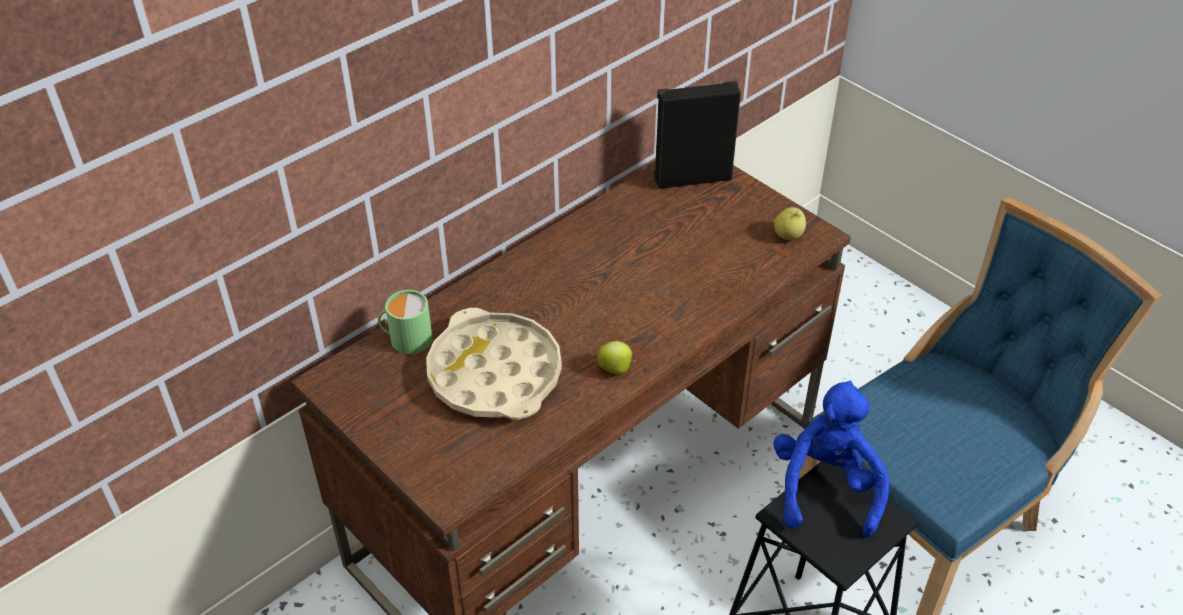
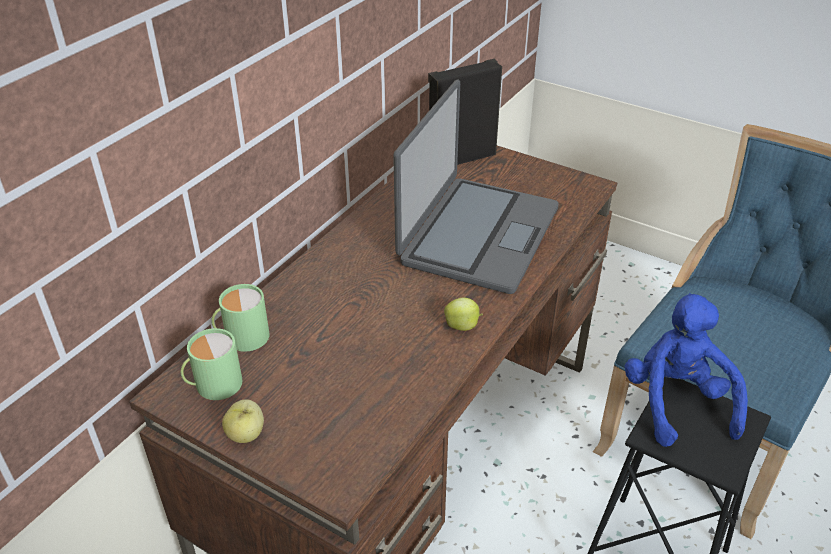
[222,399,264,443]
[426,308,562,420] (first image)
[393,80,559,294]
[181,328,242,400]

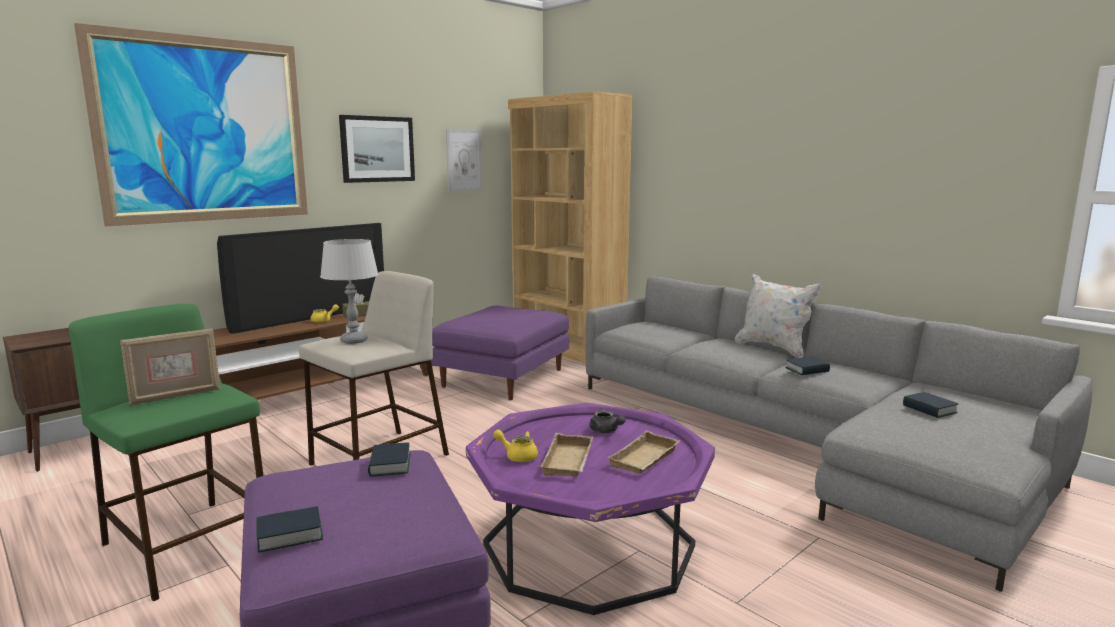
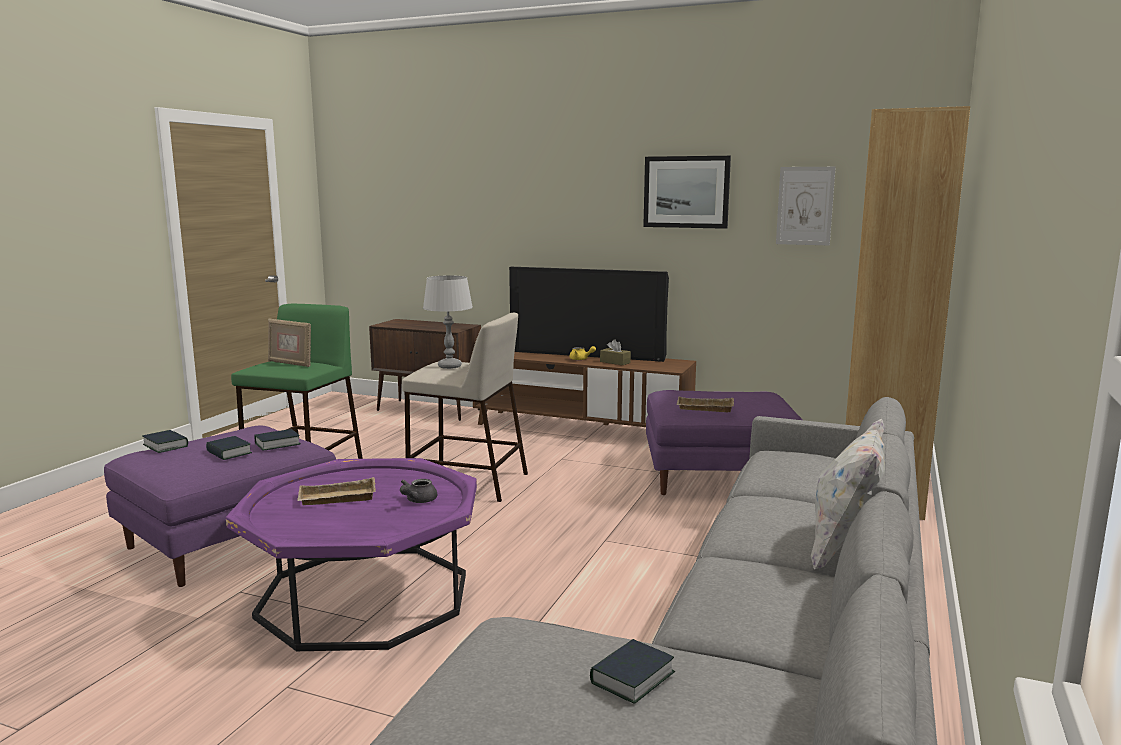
[74,23,308,226] (first image)
[206,436,252,460]
[493,430,538,462] (first image)
[677,397,734,412]

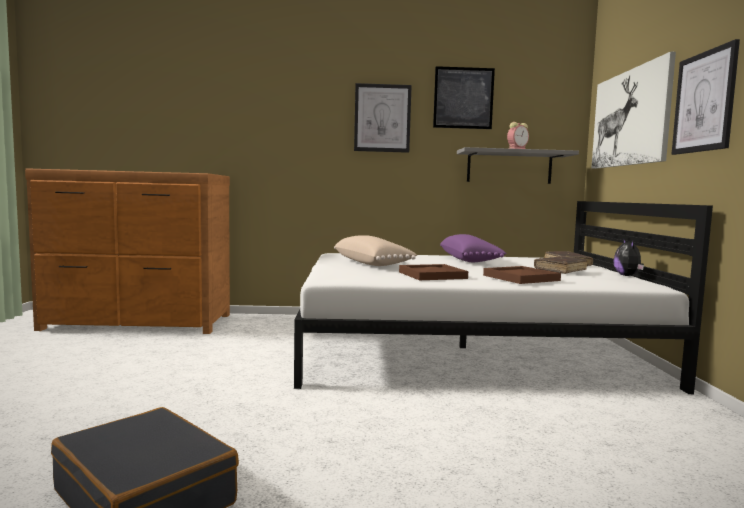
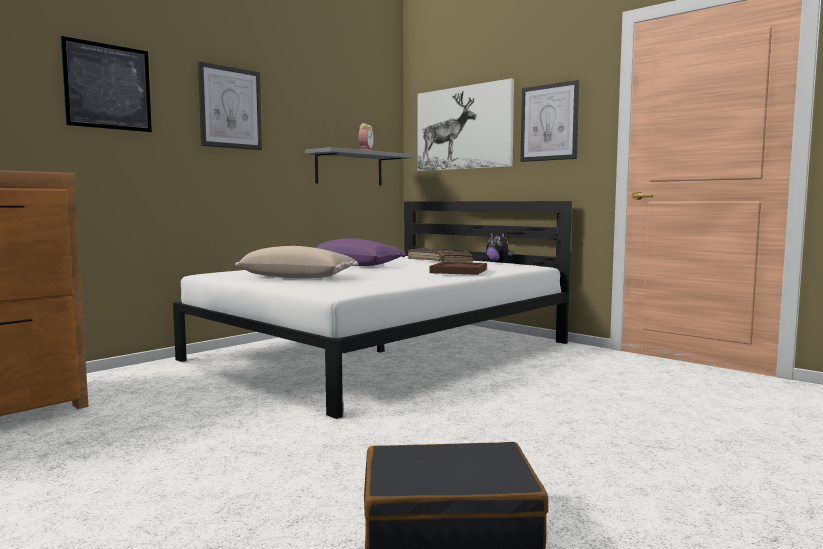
[61,36,152,132]
[399,264,468,280] (first image)

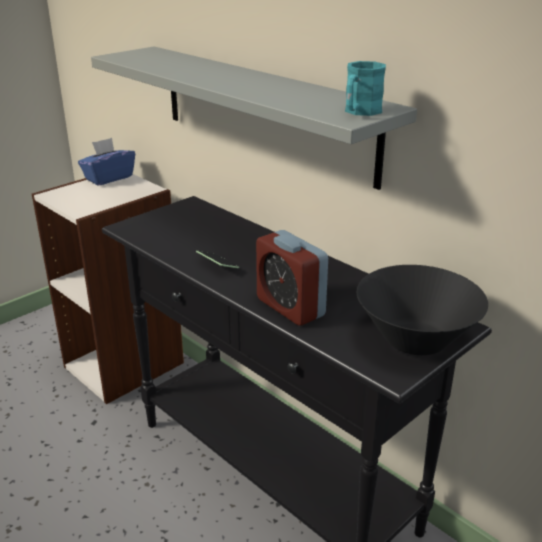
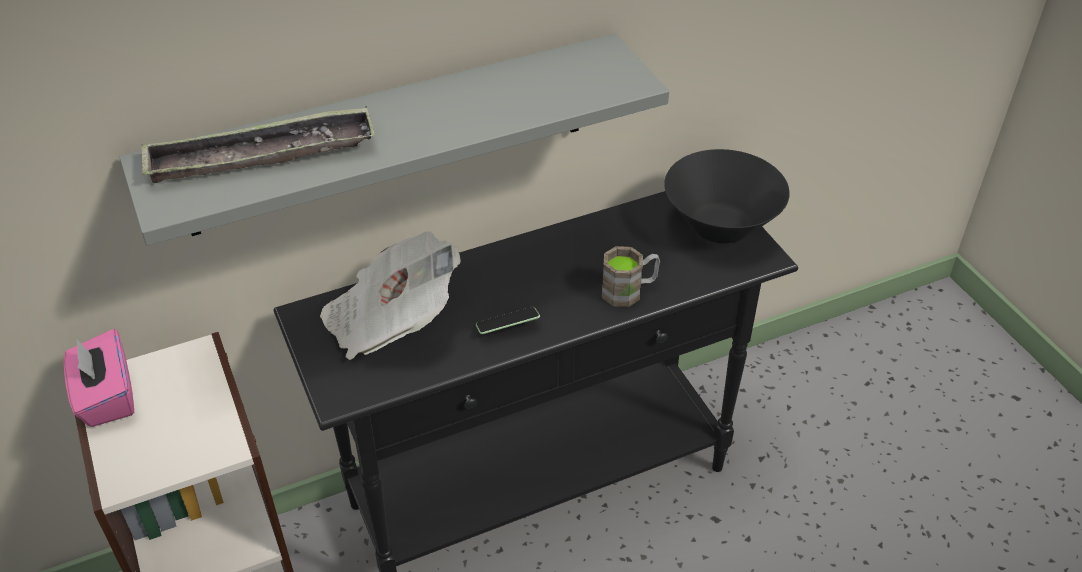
[345,61,386,116] (first image)
[64,329,134,427]
[602,246,660,307]
[142,106,375,183]
[320,231,461,360]

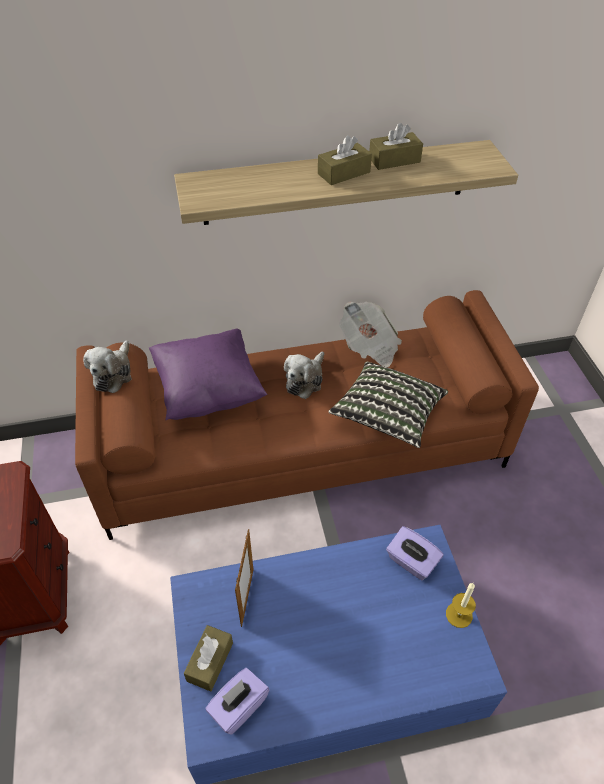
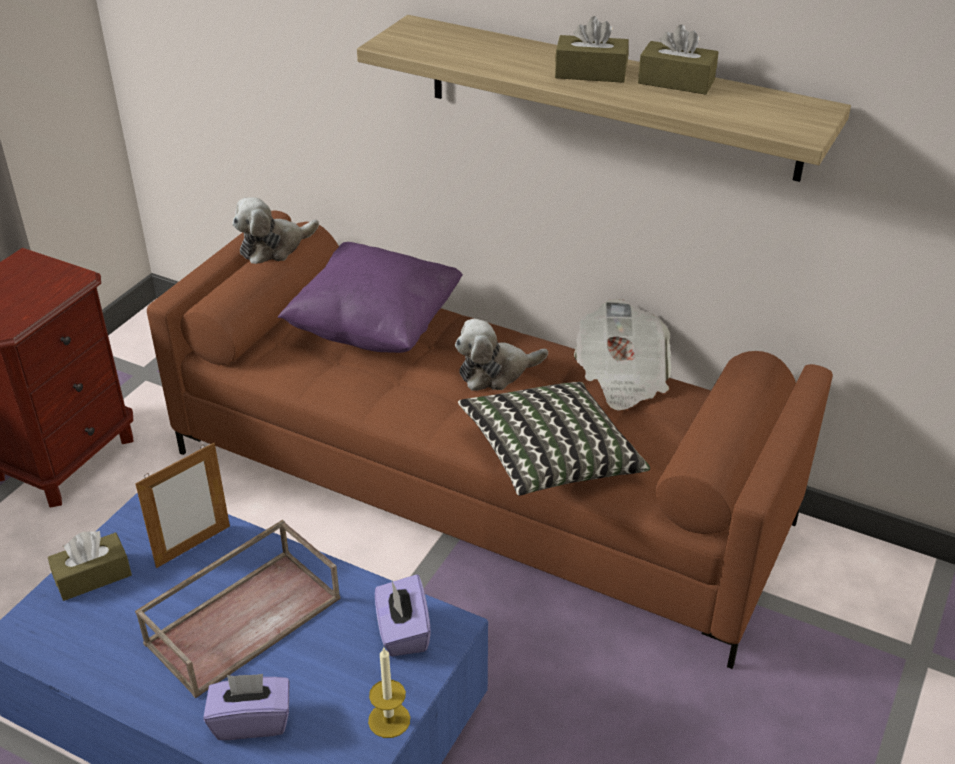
[203,674,289,740]
[135,520,341,698]

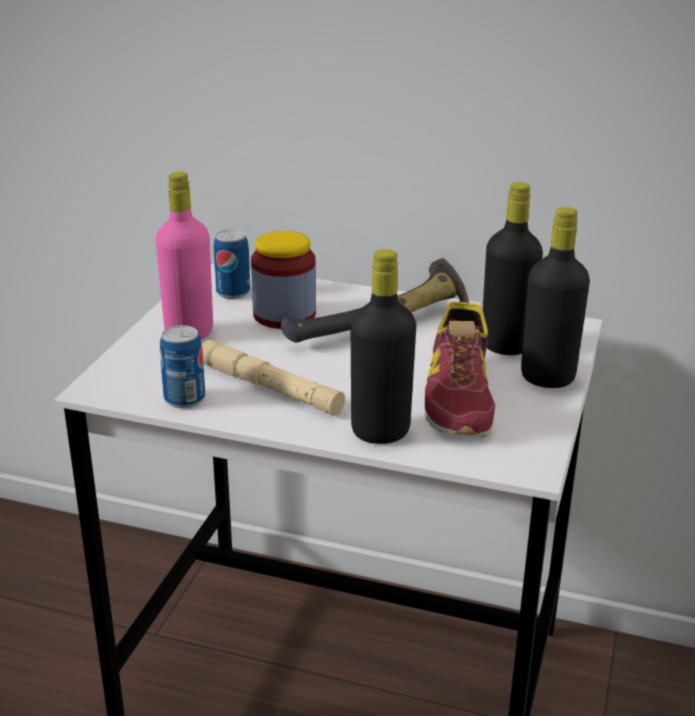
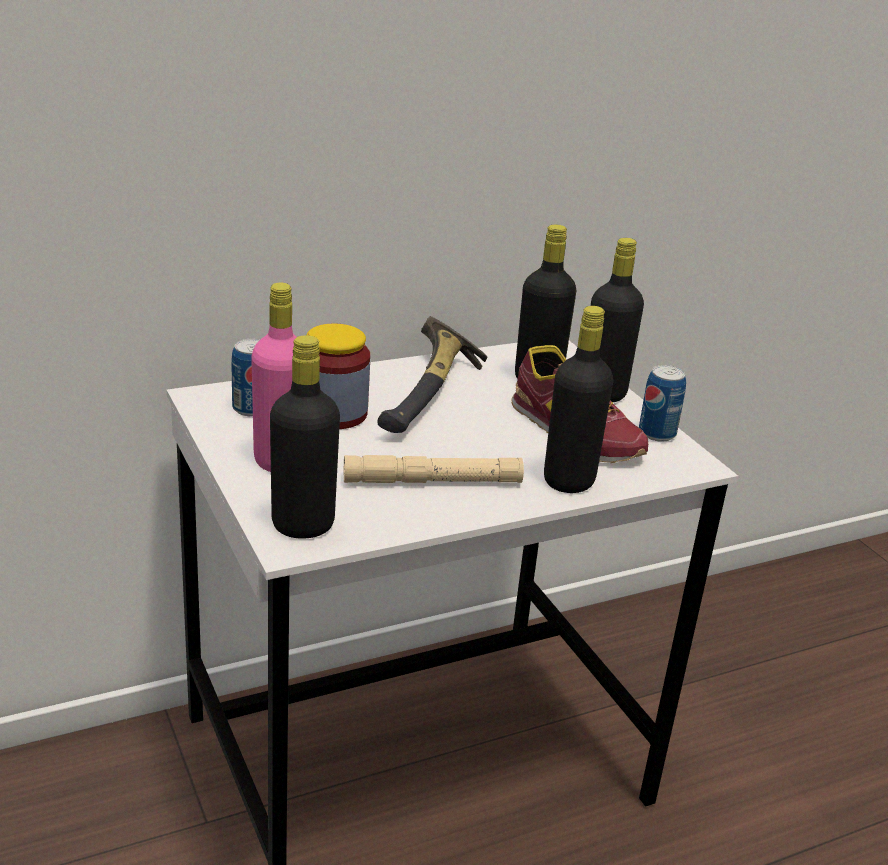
[639,365,686,442]
[270,335,340,538]

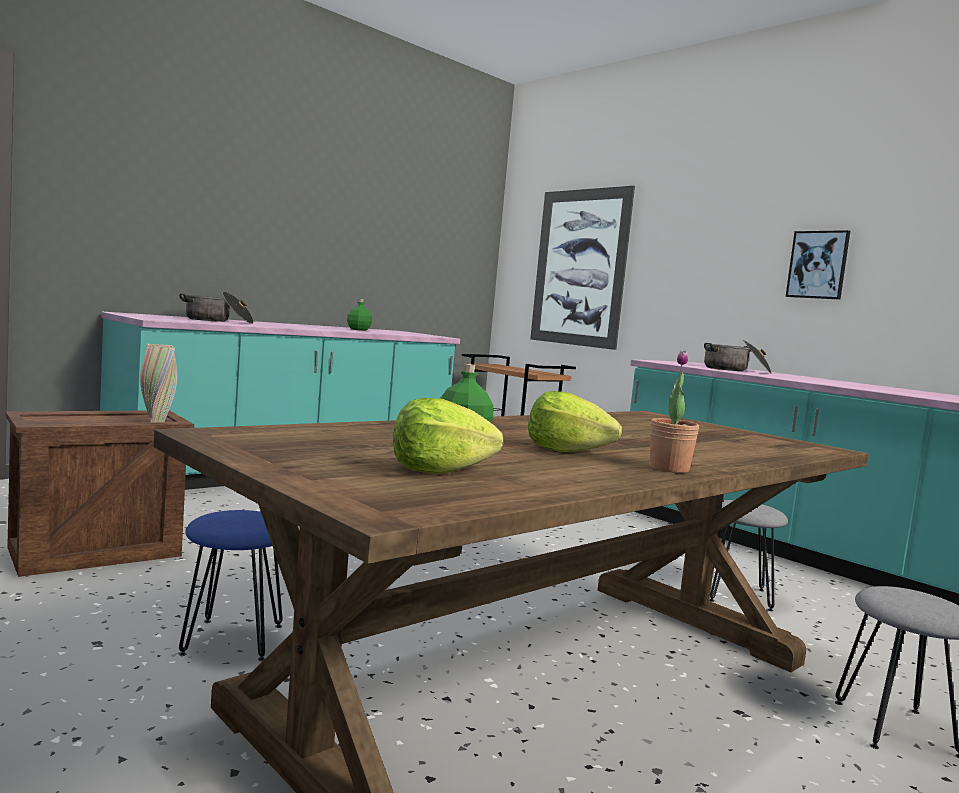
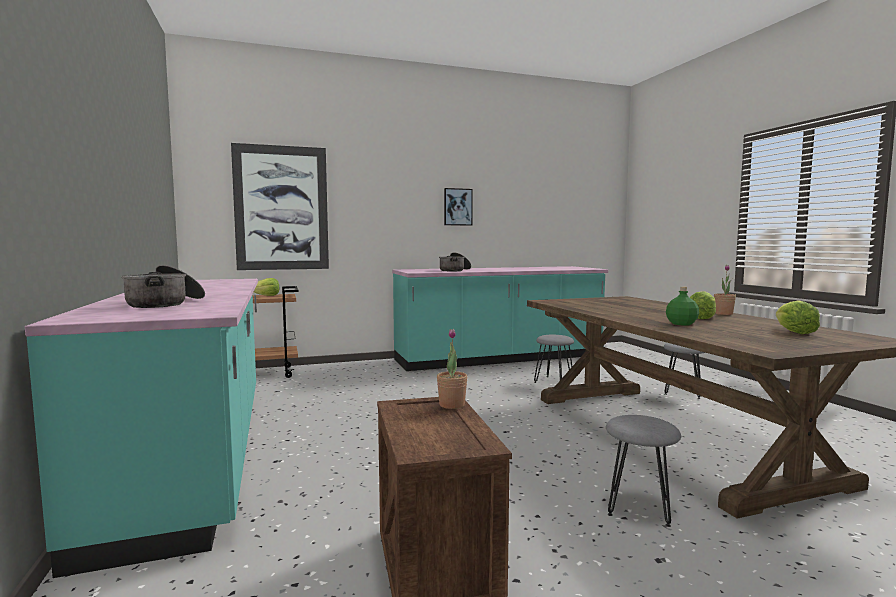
[347,299,372,331] (first image)
[437,329,468,409]
[606,415,681,527]
[254,278,279,296]

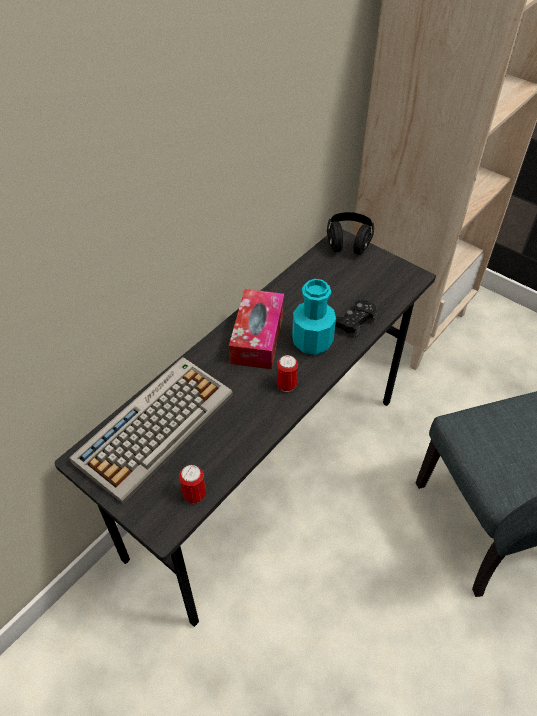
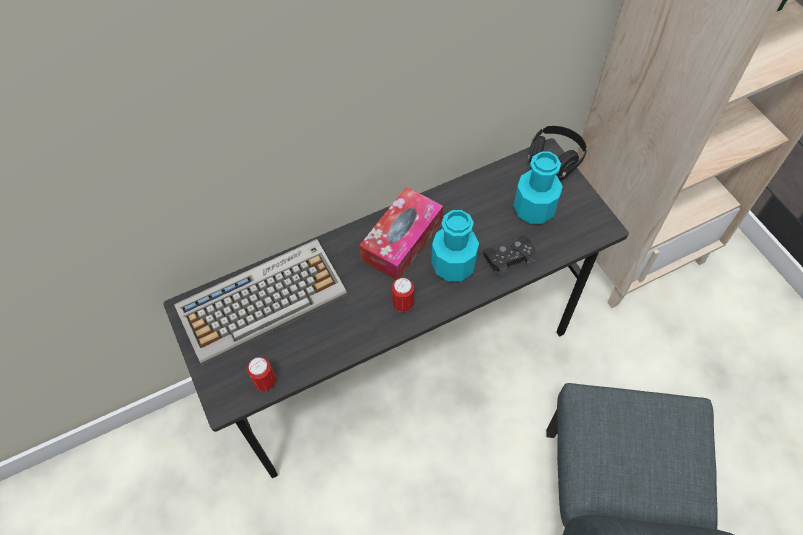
[514,151,563,224]

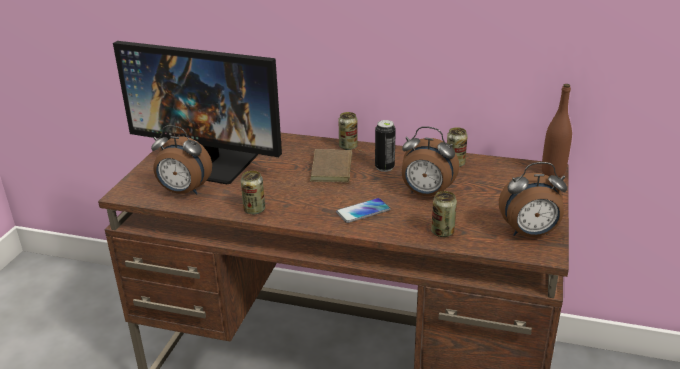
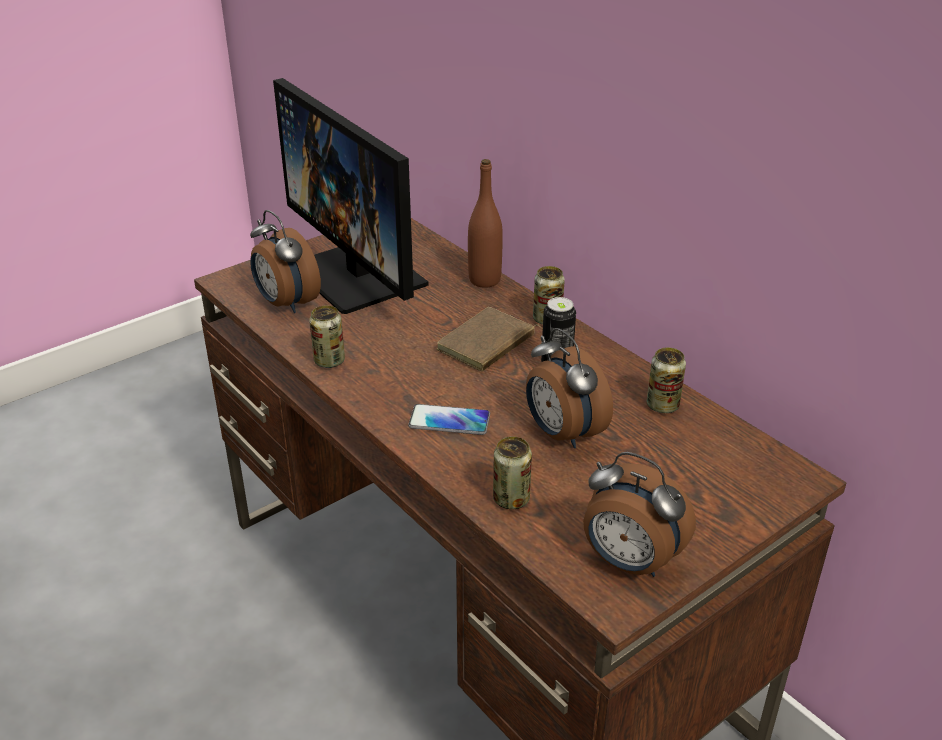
[468,159,503,288]

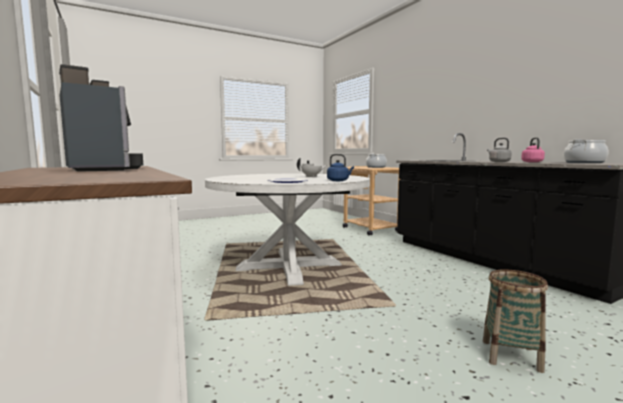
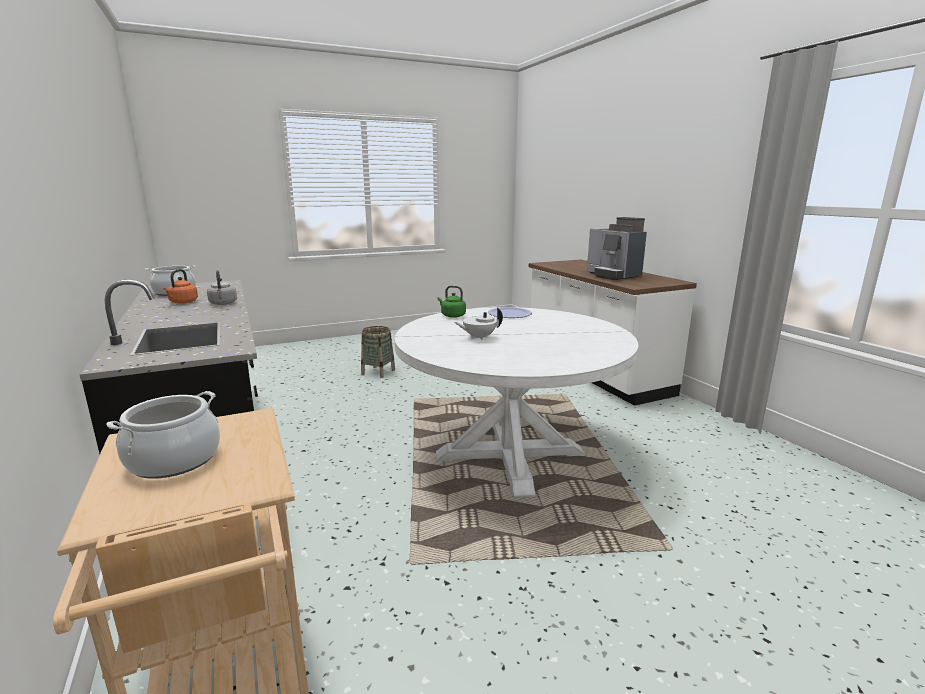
[163,269,198,304]
[437,286,466,318]

